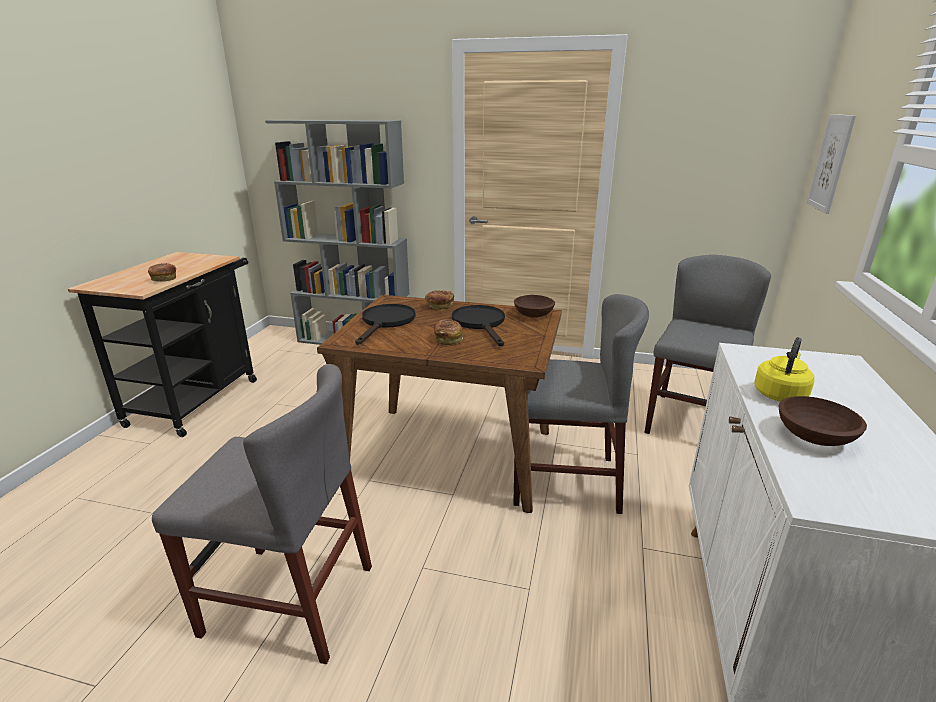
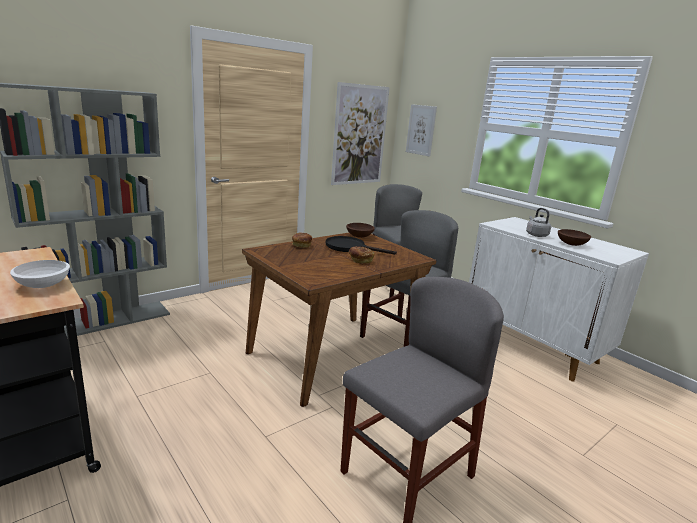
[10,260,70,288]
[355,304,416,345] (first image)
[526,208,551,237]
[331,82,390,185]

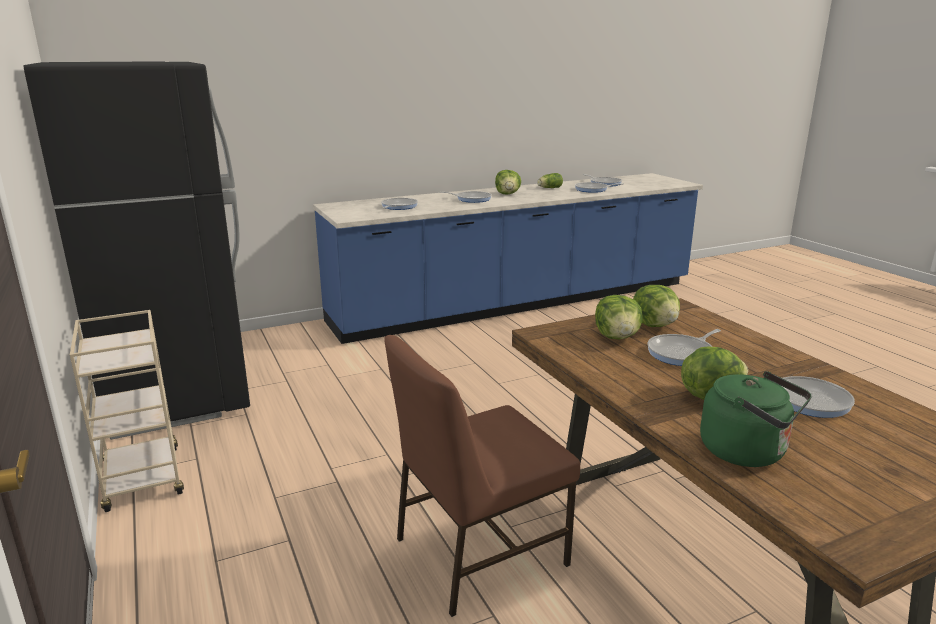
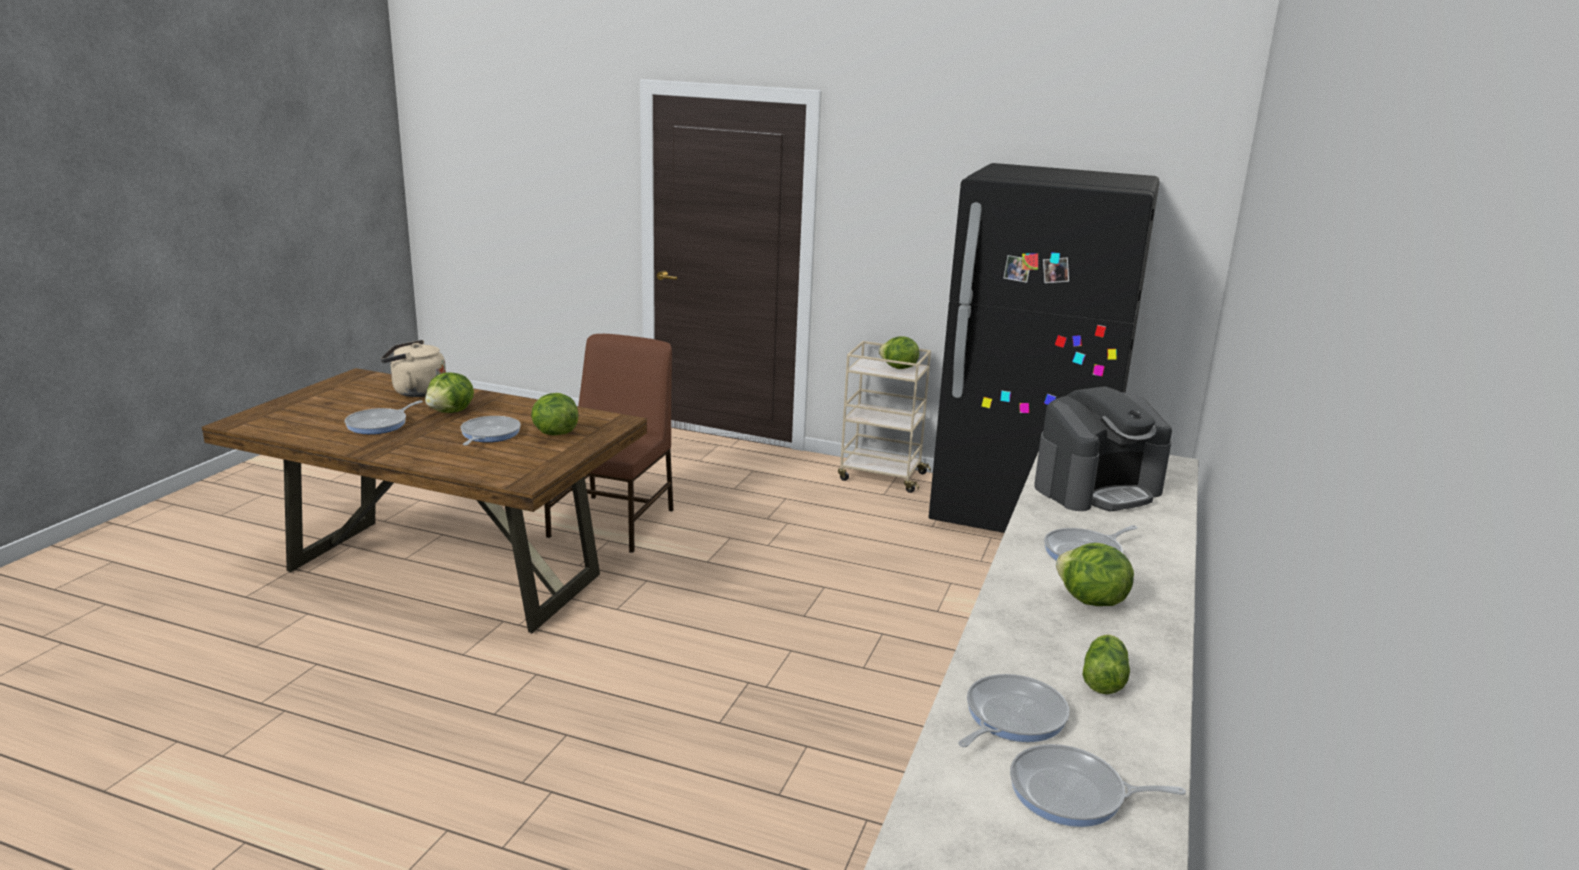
[1034,386,1172,511]
[879,336,919,369]
[381,340,446,397]

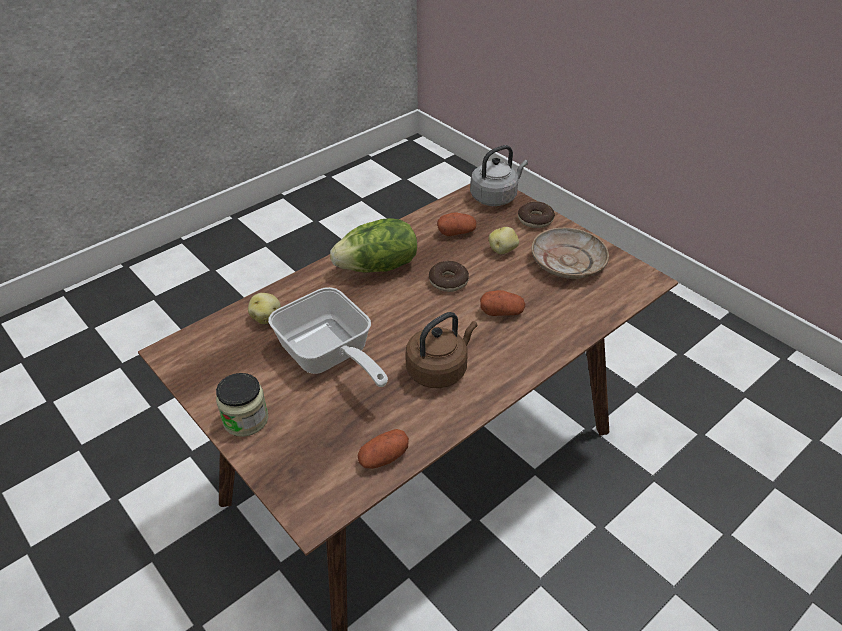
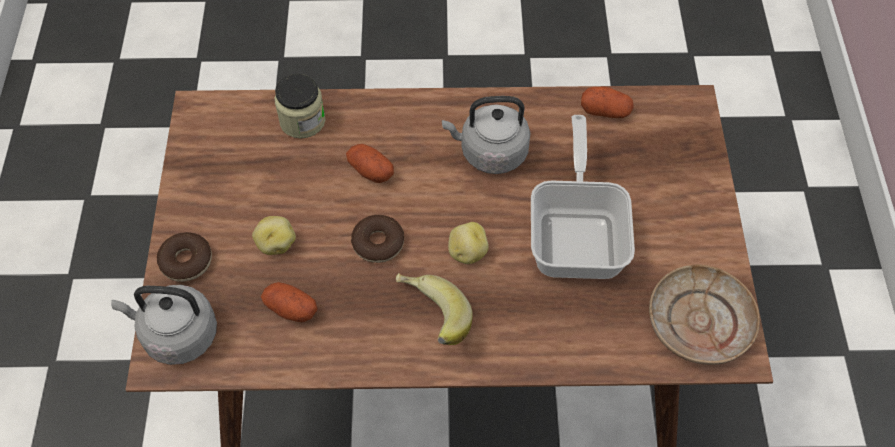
[396,273,473,345]
[649,265,760,365]
[448,222,489,264]
[442,96,530,174]
[274,74,325,139]

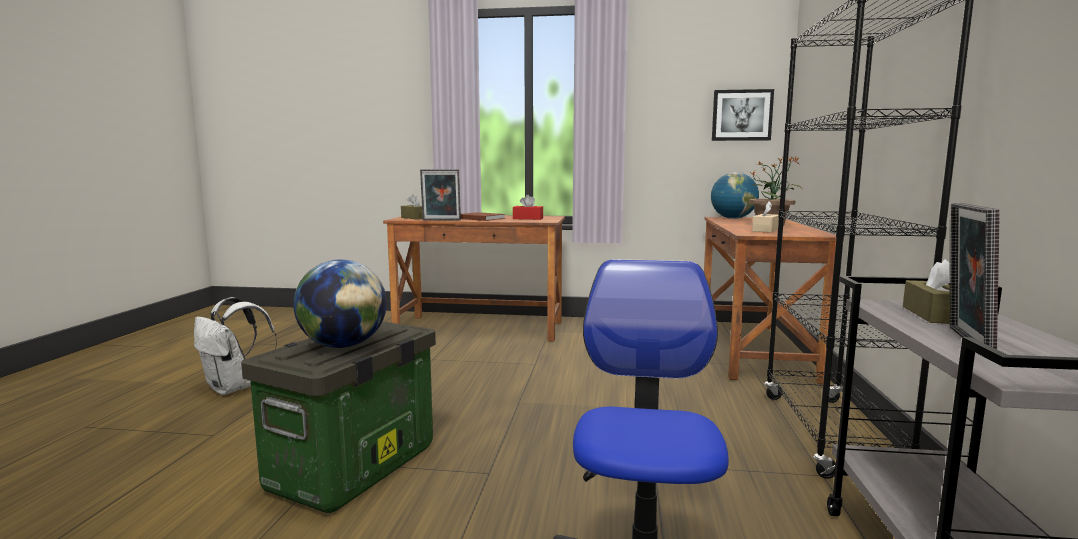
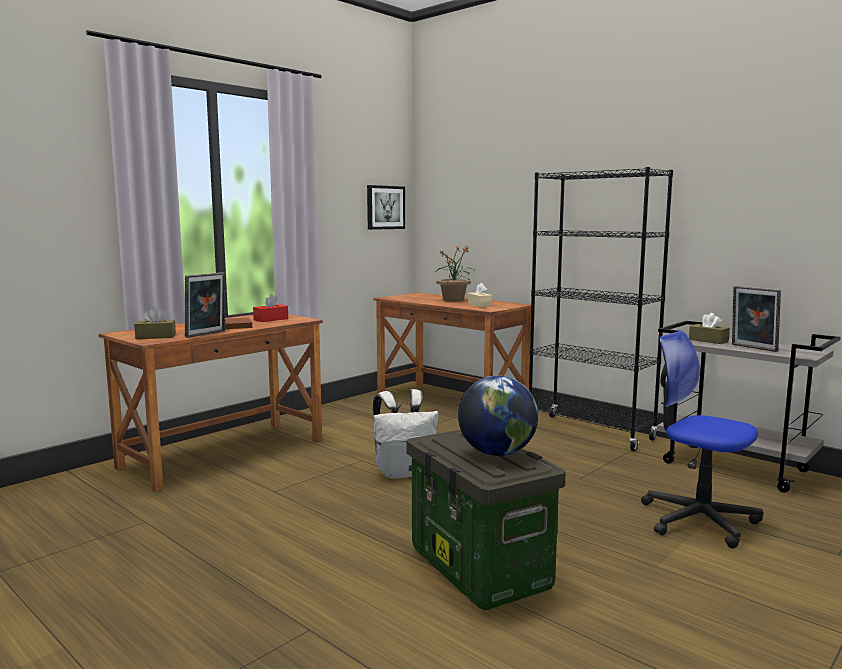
[711,172,759,219] (first image)
[373,389,439,479]

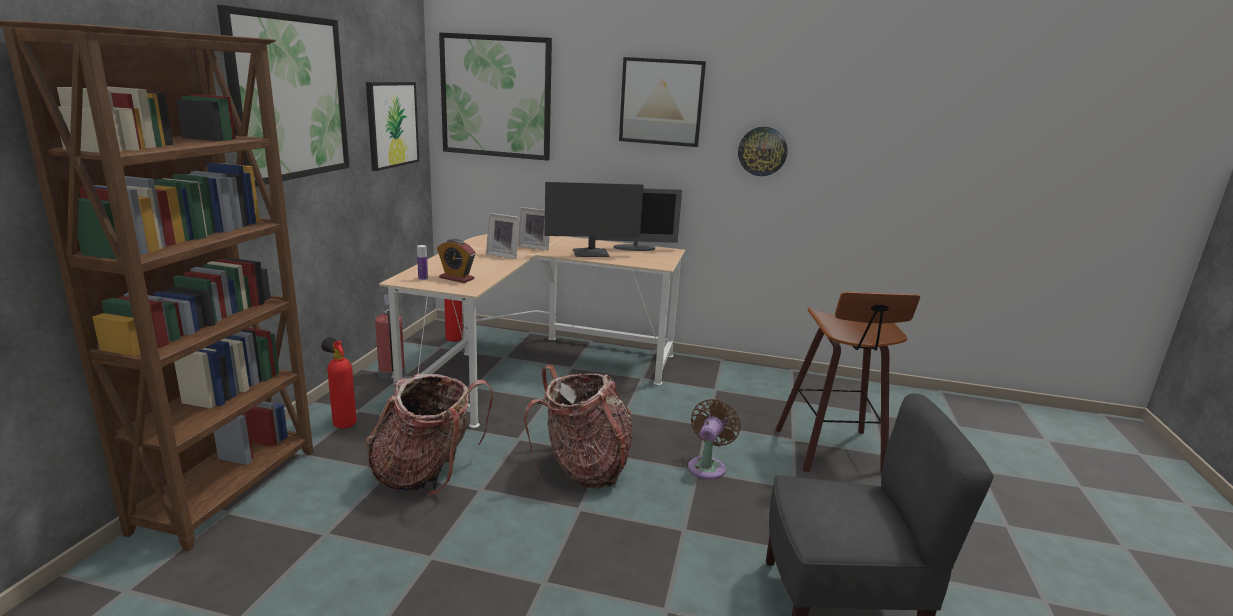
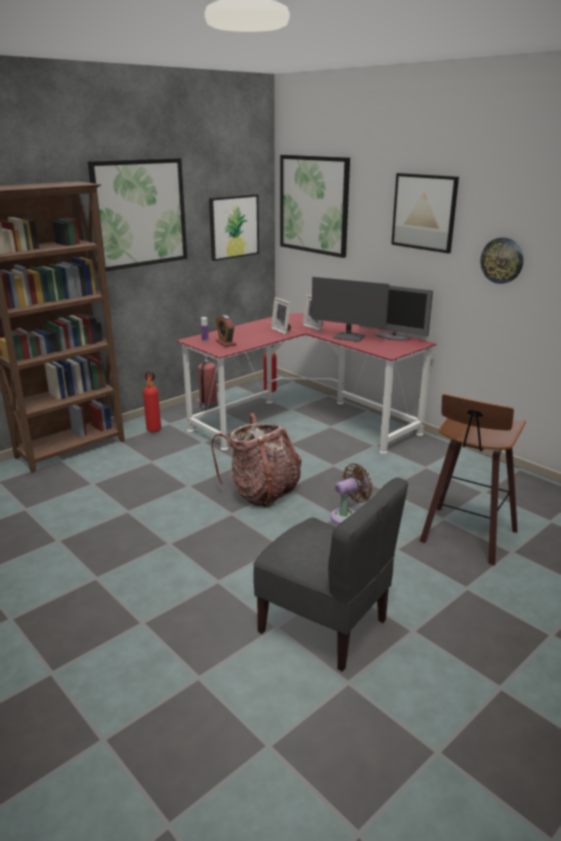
[177,313,436,454]
[365,374,494,496] (first image)

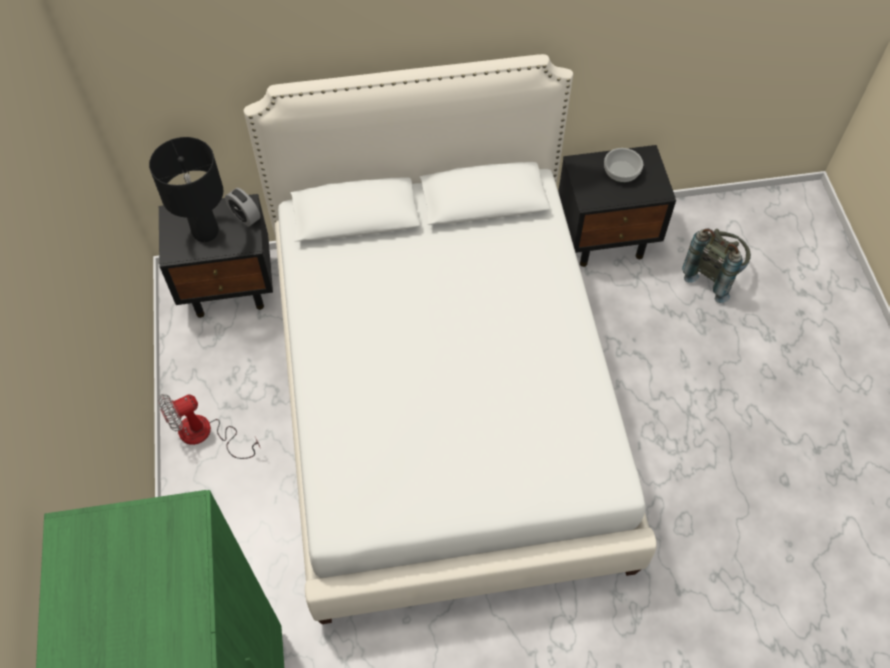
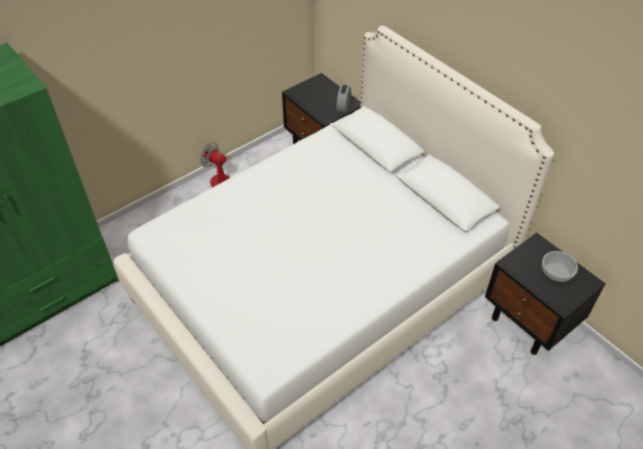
[149,137,223,242] (first image)
[682,228,751,303] (first image)

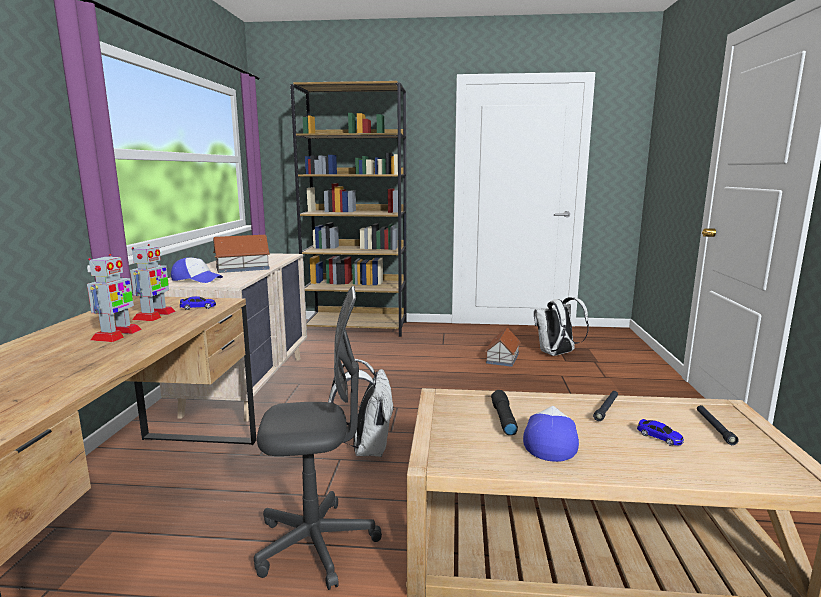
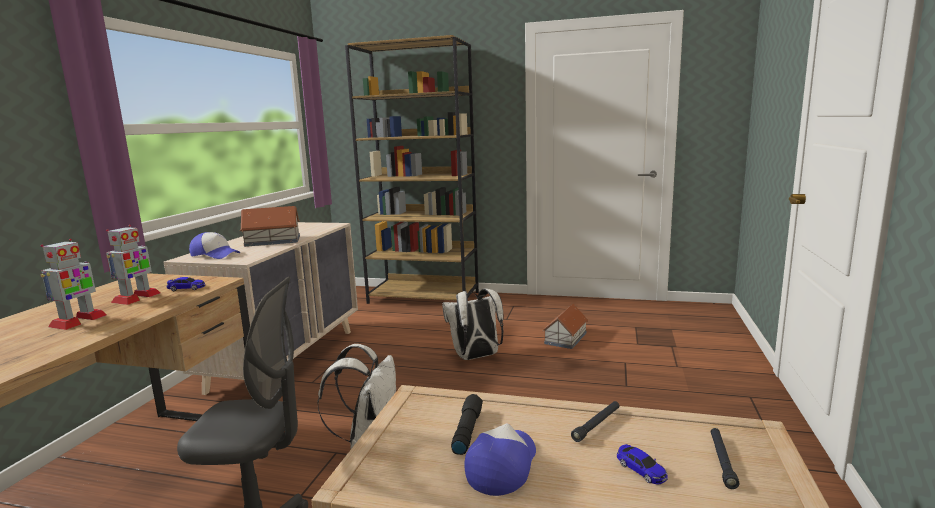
[442,289,503,360]

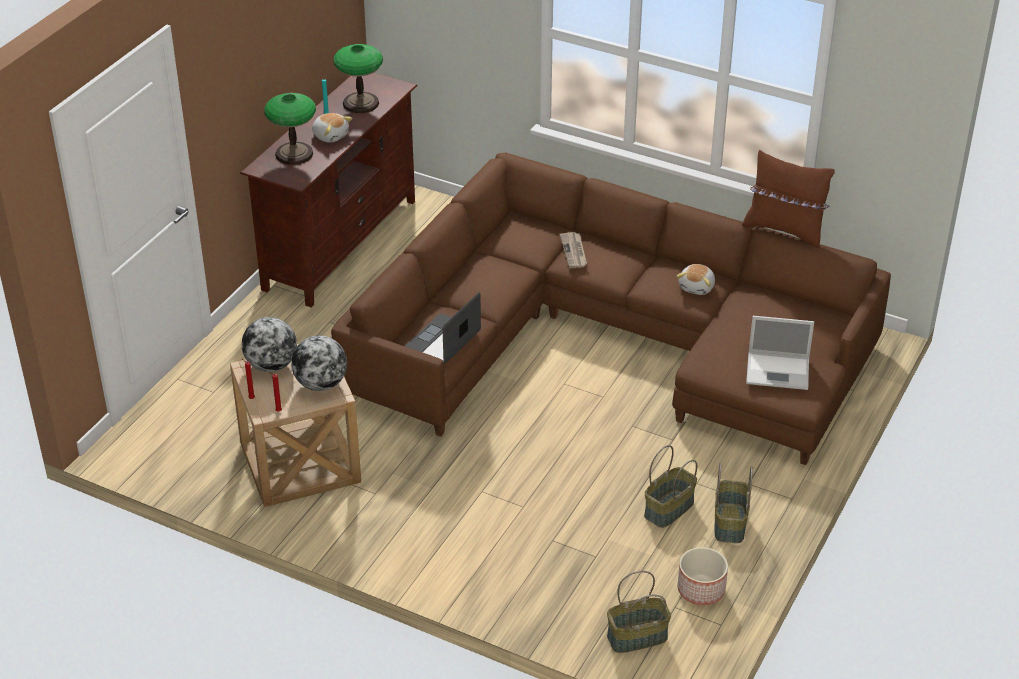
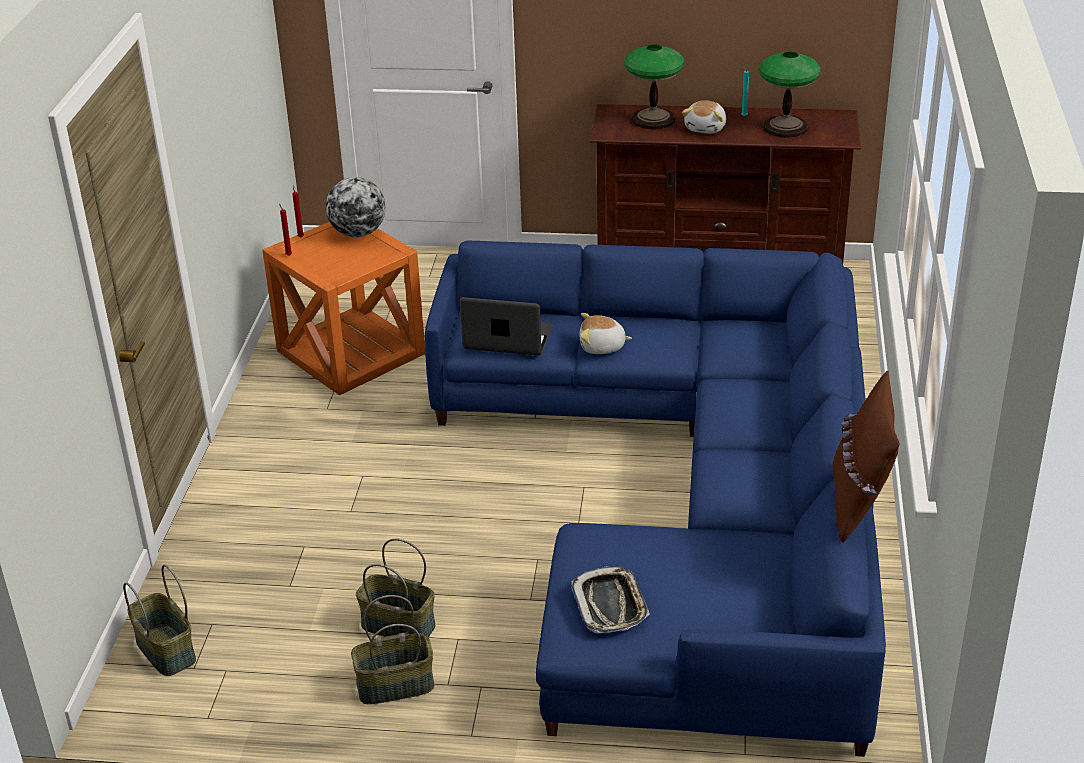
[425,240,886,757]
[560,232,587,268] (first image)
[579,313,632,354]
[571,566,650,633]
[291,335,347,391] (first image)
[262,222,425,395]
[678,547,728,605] (first image)

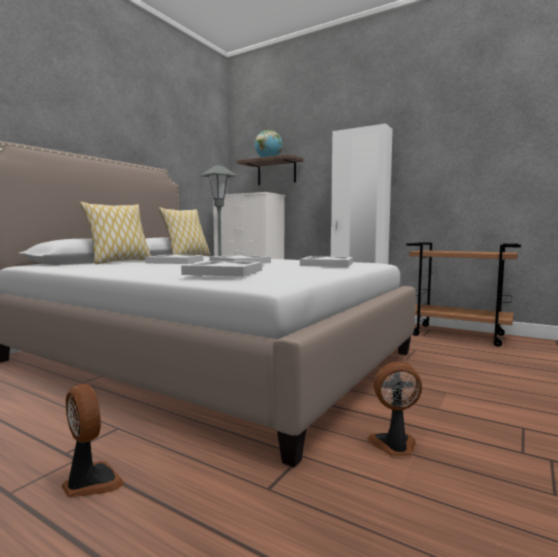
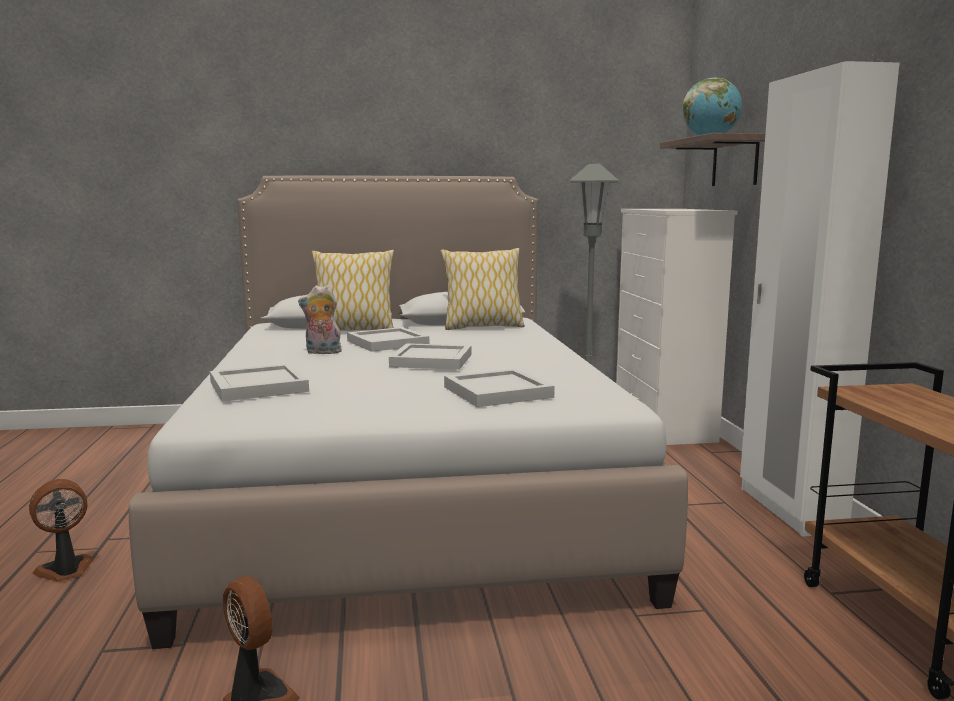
[29,479,93,582]
[298,285,342,354]

